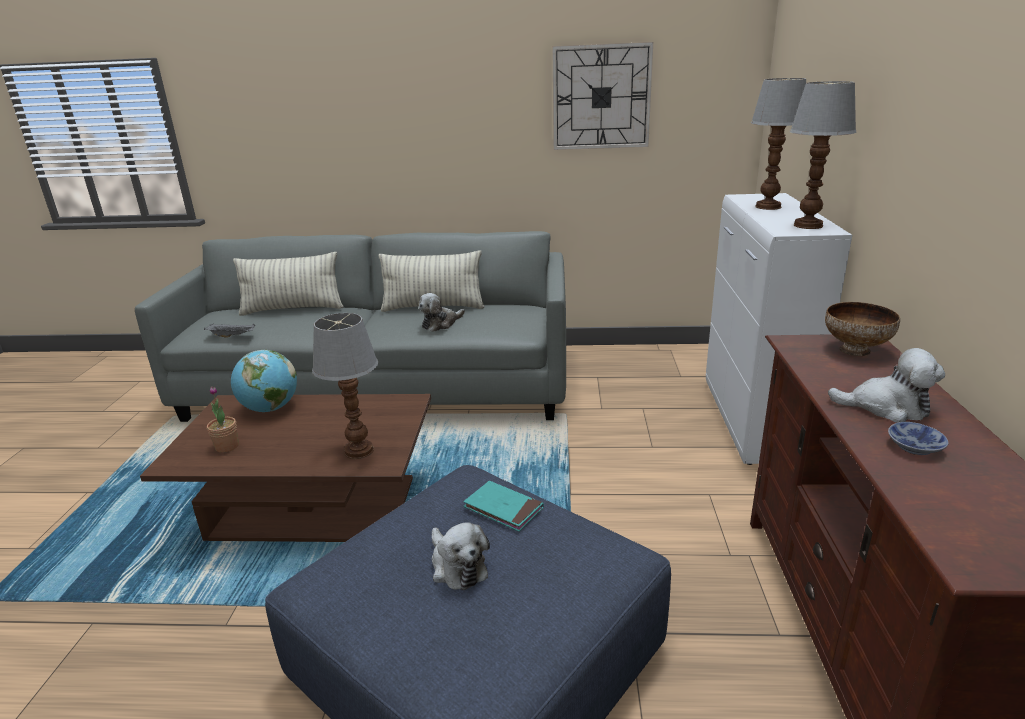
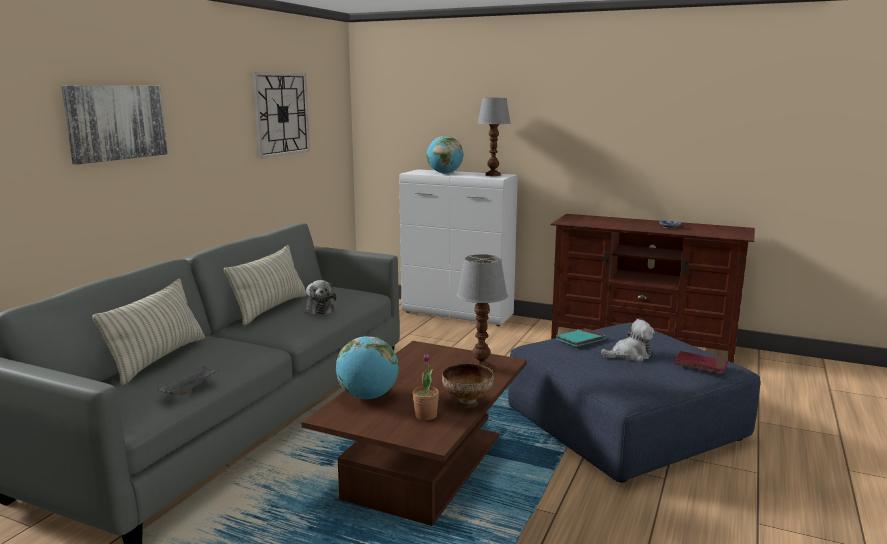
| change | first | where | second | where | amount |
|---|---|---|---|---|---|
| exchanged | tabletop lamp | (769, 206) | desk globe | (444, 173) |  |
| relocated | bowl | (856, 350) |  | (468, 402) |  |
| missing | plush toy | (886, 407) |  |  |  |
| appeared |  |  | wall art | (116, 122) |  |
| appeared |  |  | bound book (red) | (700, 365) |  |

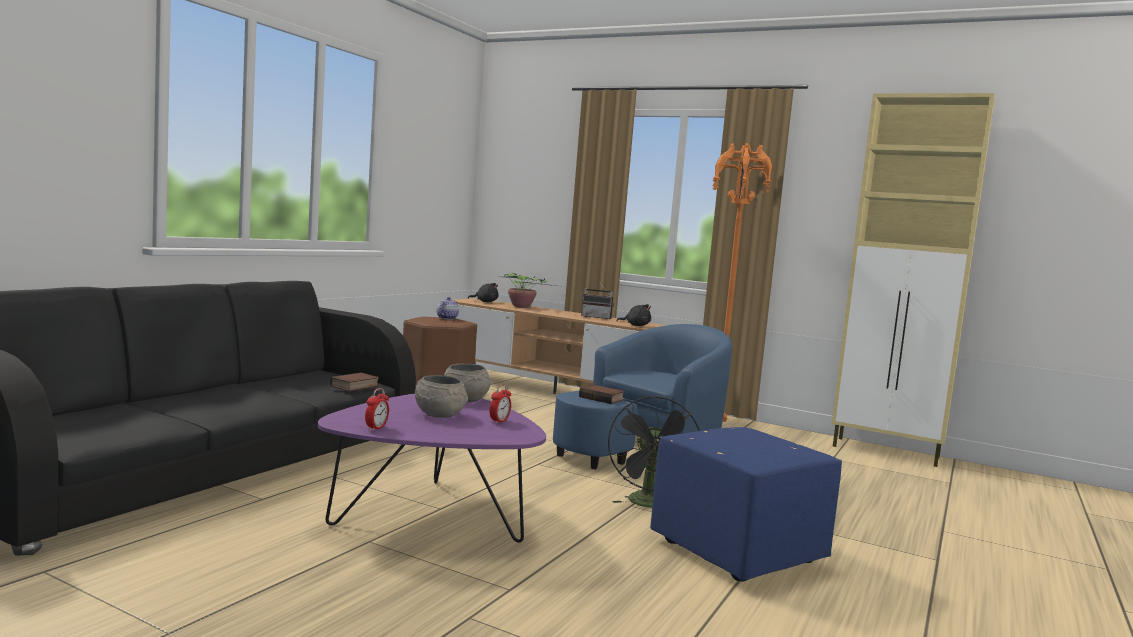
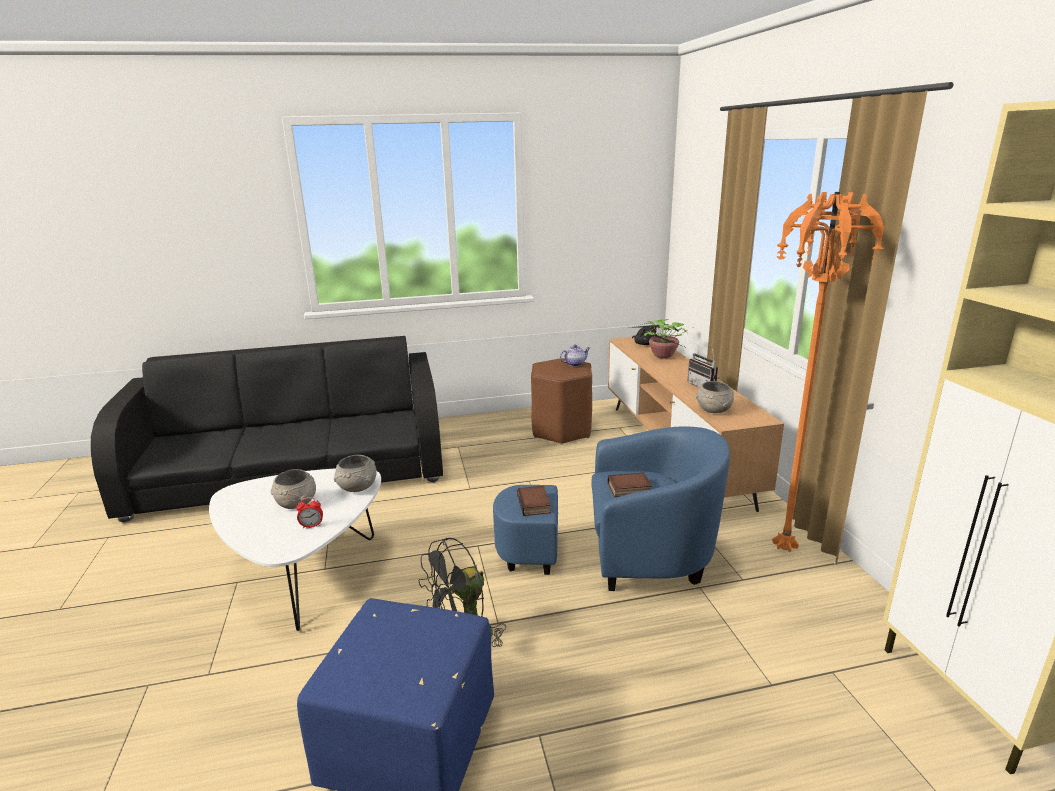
| change | first | where | second | where | amount |
|---|---|---|---|---|---|
| colour | lounge table (purple) | (433, 516) | lounge table (white-coloured) | (307, 574) |  |
| relocated | bound book | (355, 387) |  | (629, 489) |  |
| missing | bedside clock | (376, 428) |  |  |  |
| exchanged | plush toy (black) | (636, 325) | bowl (greyish) | (714, 410) |  |

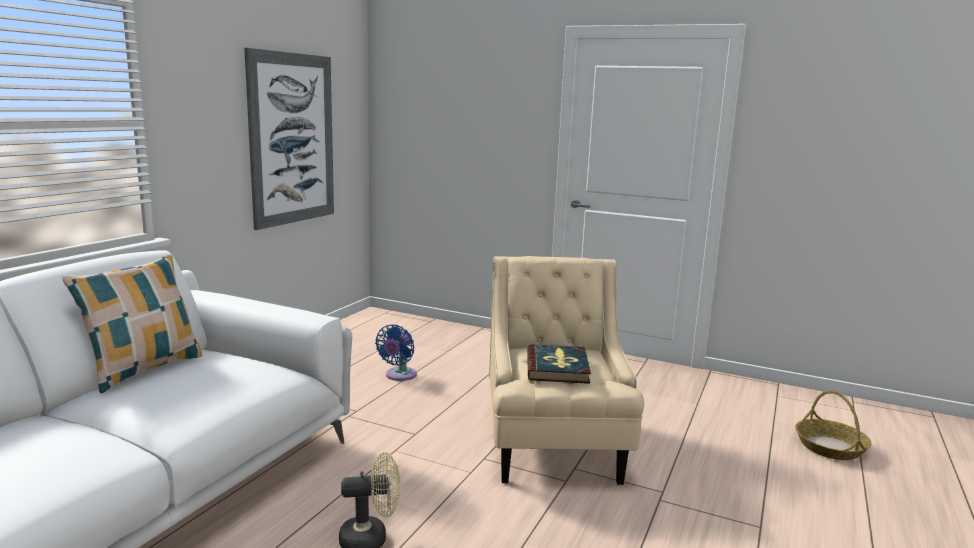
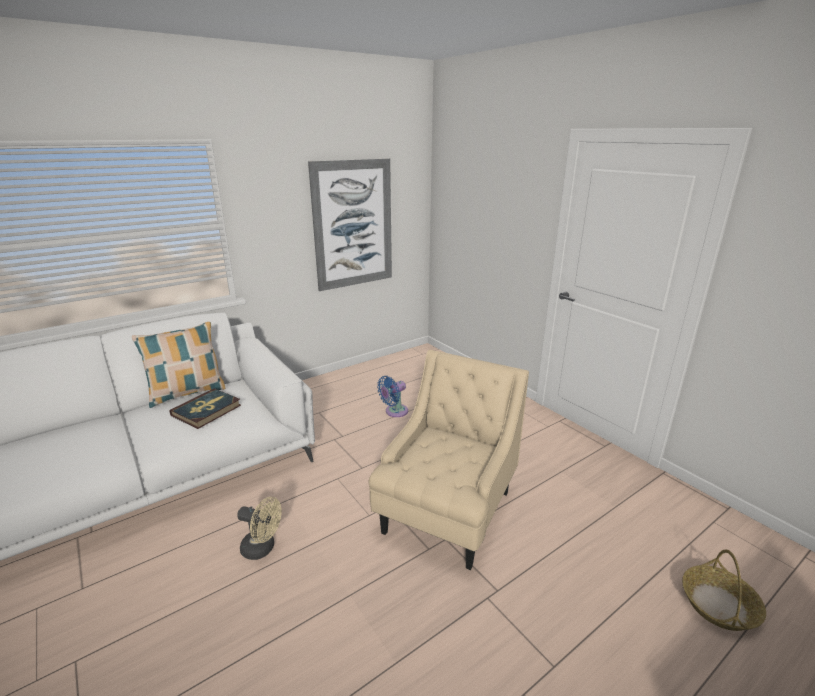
| change | first | where | second | where | amount |
|---|---|---|---|---|---|
| relocated | bound book | (558, 367) |  | (206, 410) |  |

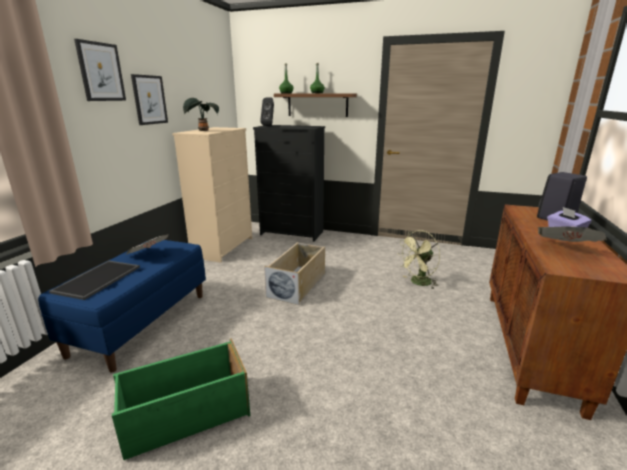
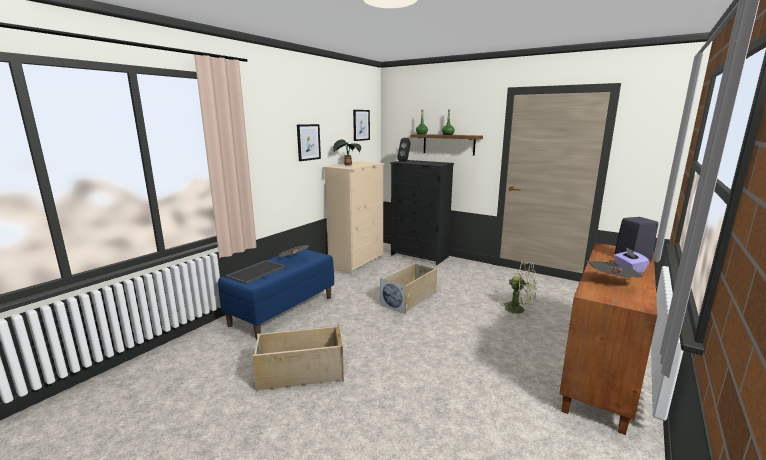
| change | first | where | second | where | amount |
|---|---|---|---|---|---|
| relocated | wall art | (101, 72) |  | (361, 125) |  |
| colour | storage container (green-coloured) | (185, 415) | storage container (beige-coloured) | (300, 373) |  |
| spun | cooling fan (green-coloured) | (418, 283) |  | (519, 310) | 135 degrees counterclockwise |

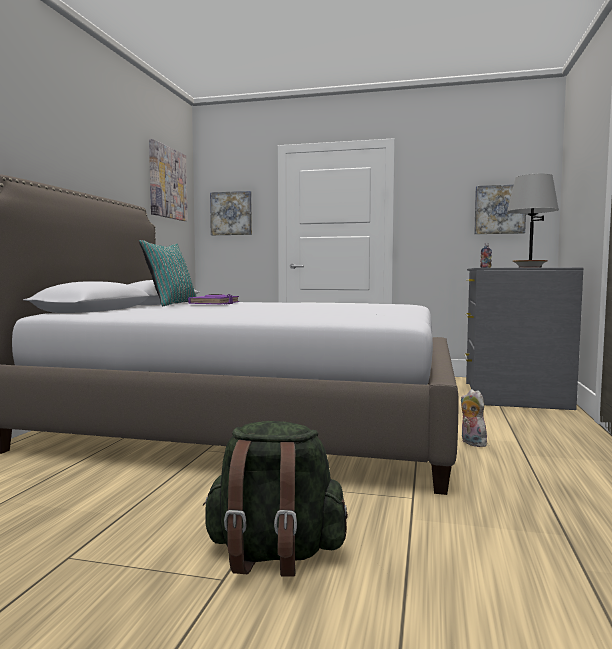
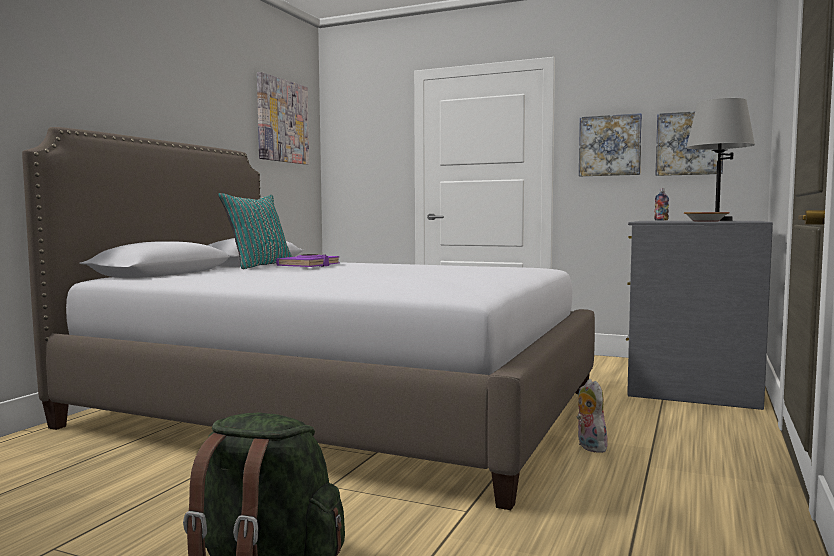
| change | first | where | second | where | amount |
|---|---|---|---|---|---|
| relocated | wall art | (231, 213) |  | (610, 145) |  |

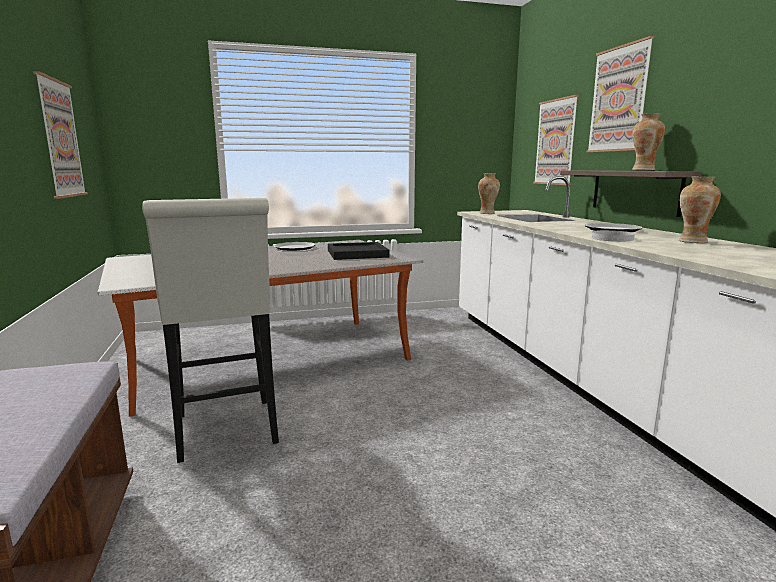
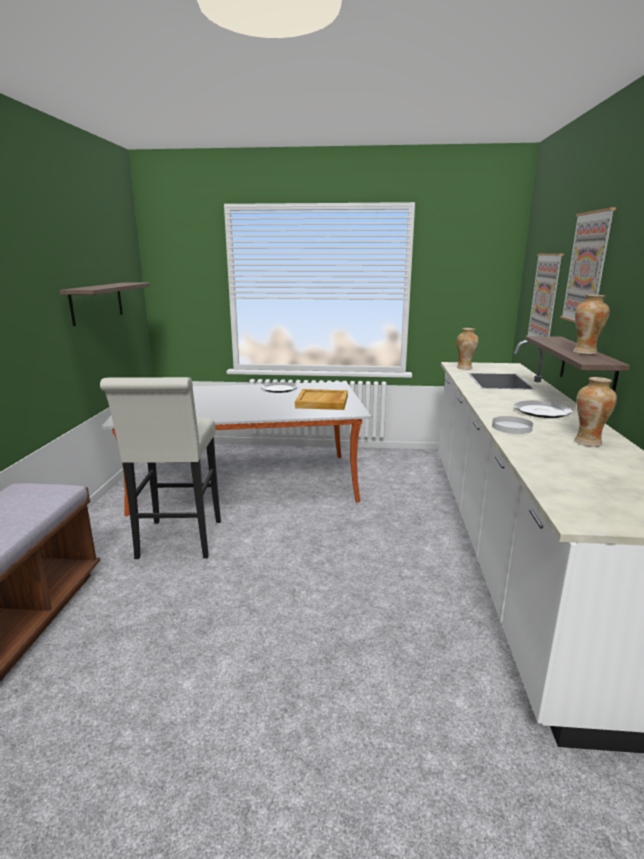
| change | first | where | second | where | amount |
|---|---|---|---|---|---|
| exchanged | wall art | (60, 139) | wall shelf | (97, 302) |  |
| colour | serving tray (black) | (358, 254) | serving tray (beige-coloured) | (322, 402) |  |

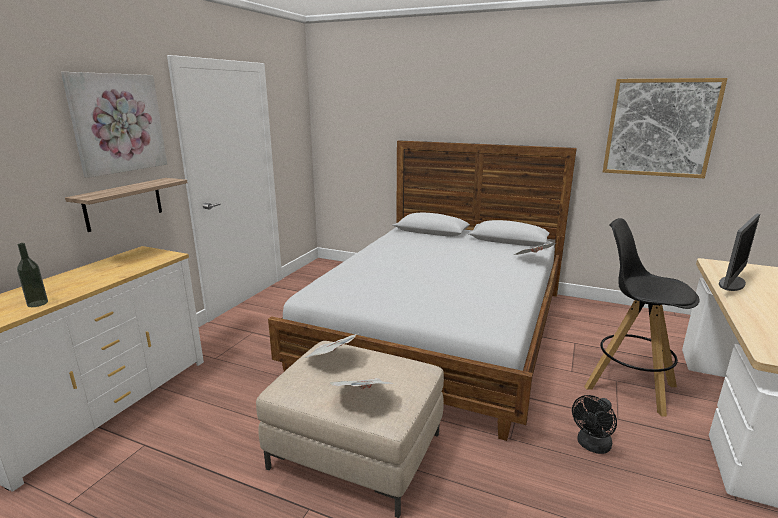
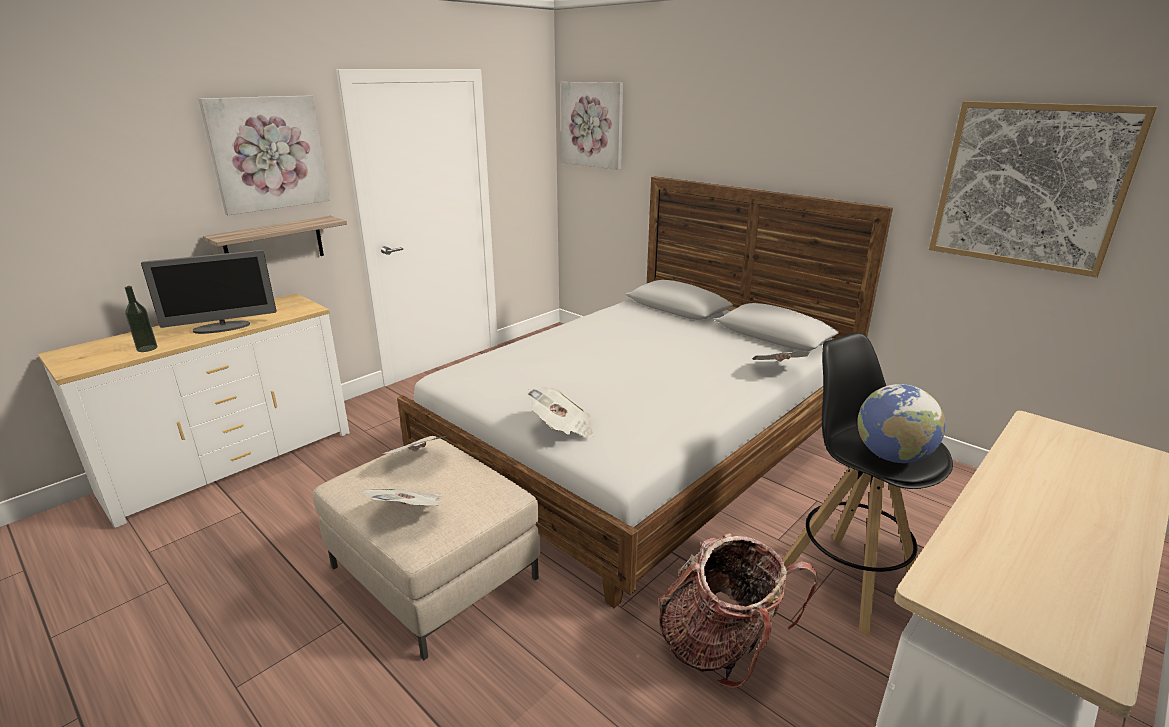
| change | first | where | second | where | amount |
|---|---|---|---|---|---|
| exchanged | cooling fan (black) | (591, 446) | knapsack | (721, 646) |  |
| relocated | computer screen | (732, 283) |  | (222, 327) |  |
| appeared |  |  | daily paper | (562, 428) |  |
| appeared |  |  | wall art | (592, 125) |  |
| appeared |  |  | desk globe | (892, 457) |  |

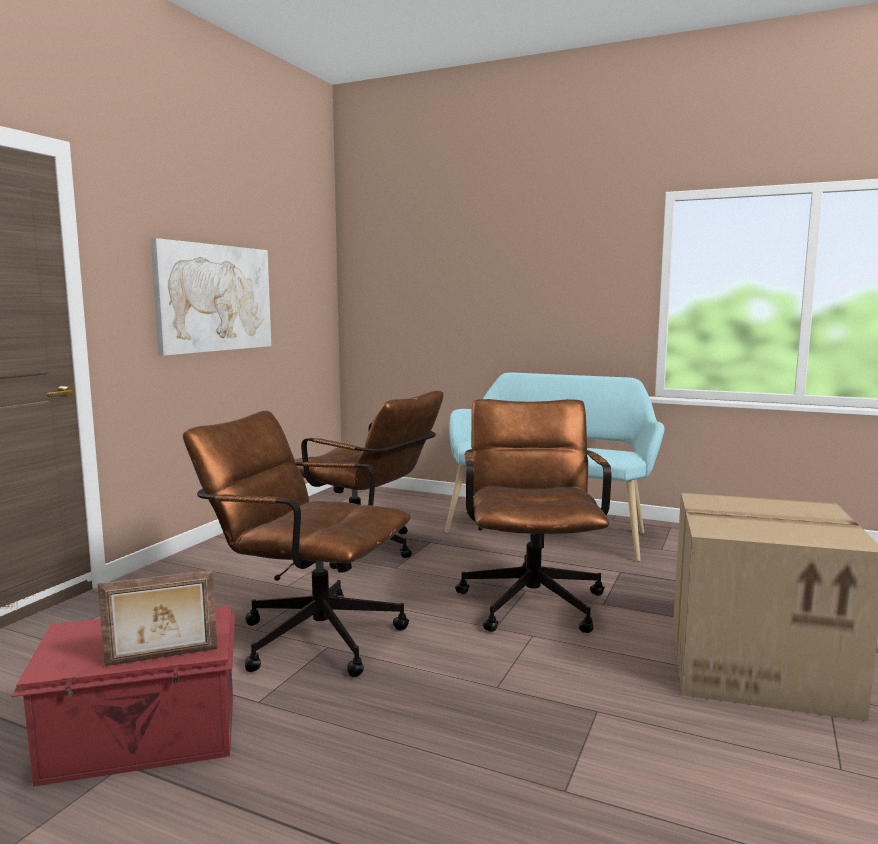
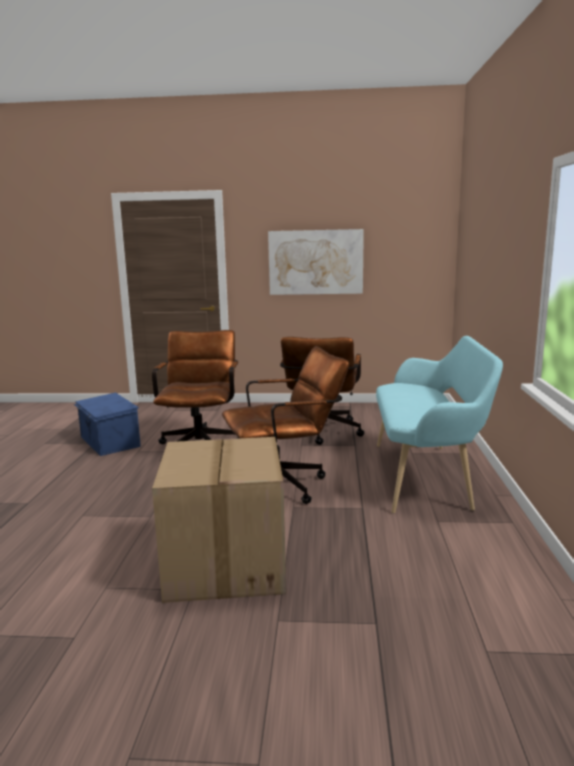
| change | first | where | second | where | amount |
|---|---|---|---|---|---|
| colour | storage container (red) | (144, 739) | storage container (blue) | (109, 442) |  |
| missing | photo frame | (162, 657) |  |  |  |

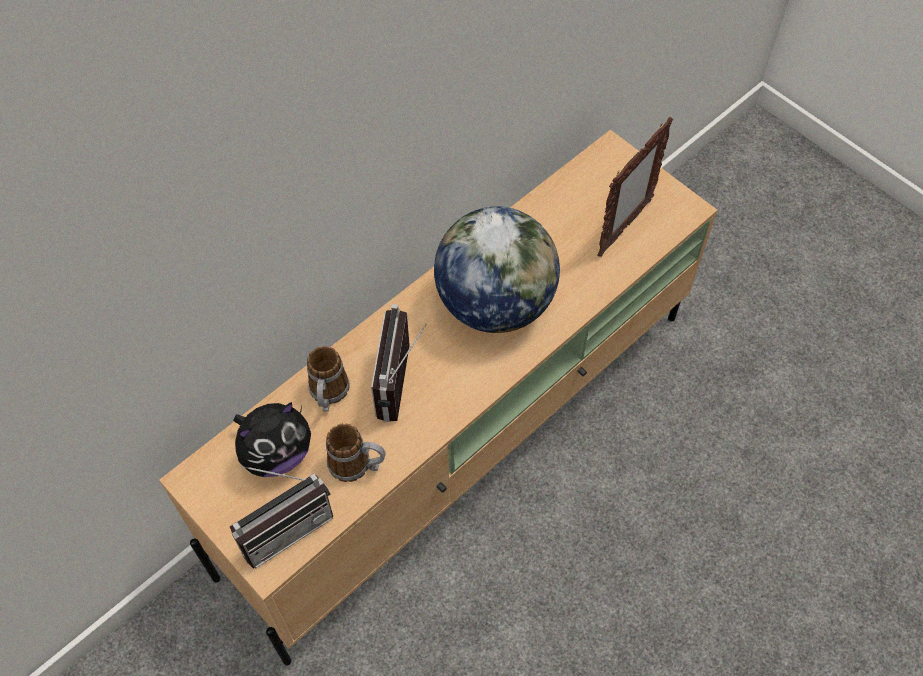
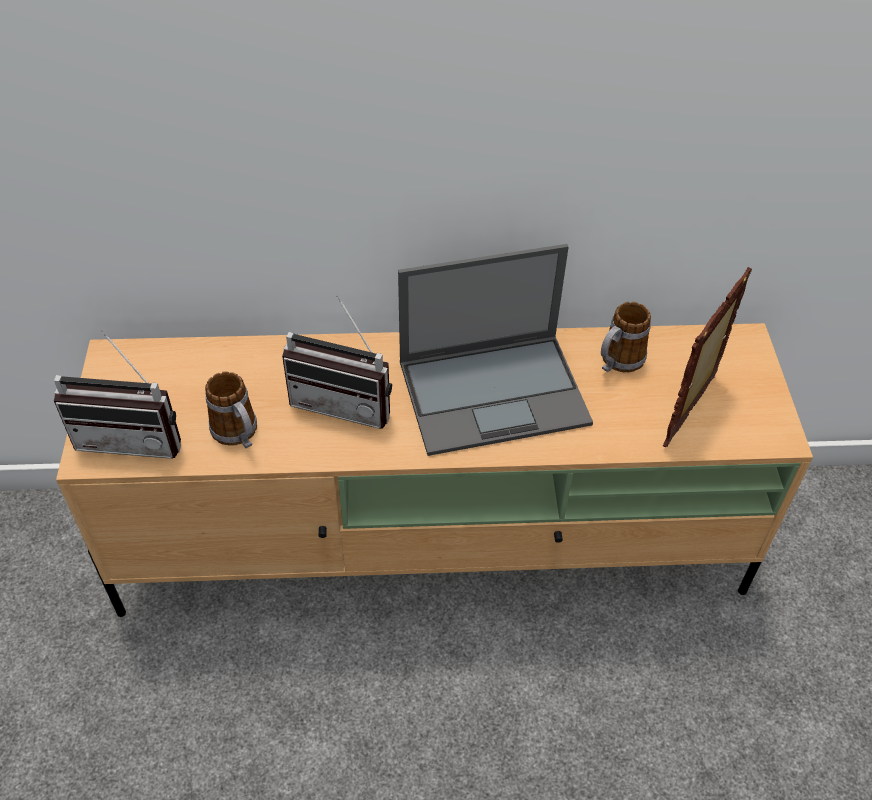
| change | first | where | second | where | amount |
|---|---|---|---|---|---|
| missing | plush toy | (276, 453) |  |  |  |
| relocated | mug | (328, 395) |  | (617, 362) |  |
| spun | radio receiver | (404, 385) |  | (345, 402) | 120 degrees counterclockwise |
| exchanged | desk globe | (495, 303) | portable computer | (495, 392) |  |
| spun | photo frame | (624, 228) |  | (691, 411) | 135 degrees clockwise |

